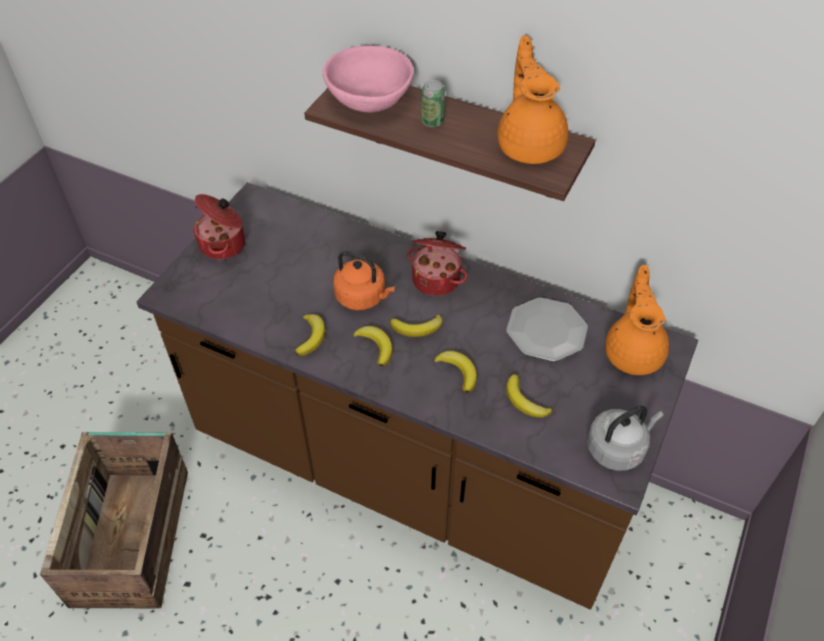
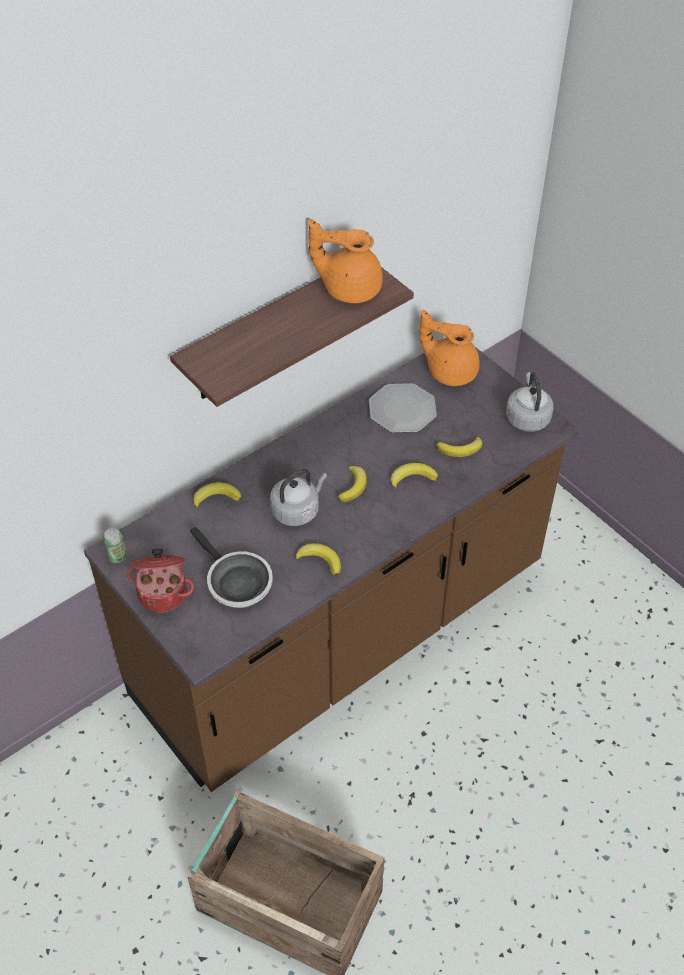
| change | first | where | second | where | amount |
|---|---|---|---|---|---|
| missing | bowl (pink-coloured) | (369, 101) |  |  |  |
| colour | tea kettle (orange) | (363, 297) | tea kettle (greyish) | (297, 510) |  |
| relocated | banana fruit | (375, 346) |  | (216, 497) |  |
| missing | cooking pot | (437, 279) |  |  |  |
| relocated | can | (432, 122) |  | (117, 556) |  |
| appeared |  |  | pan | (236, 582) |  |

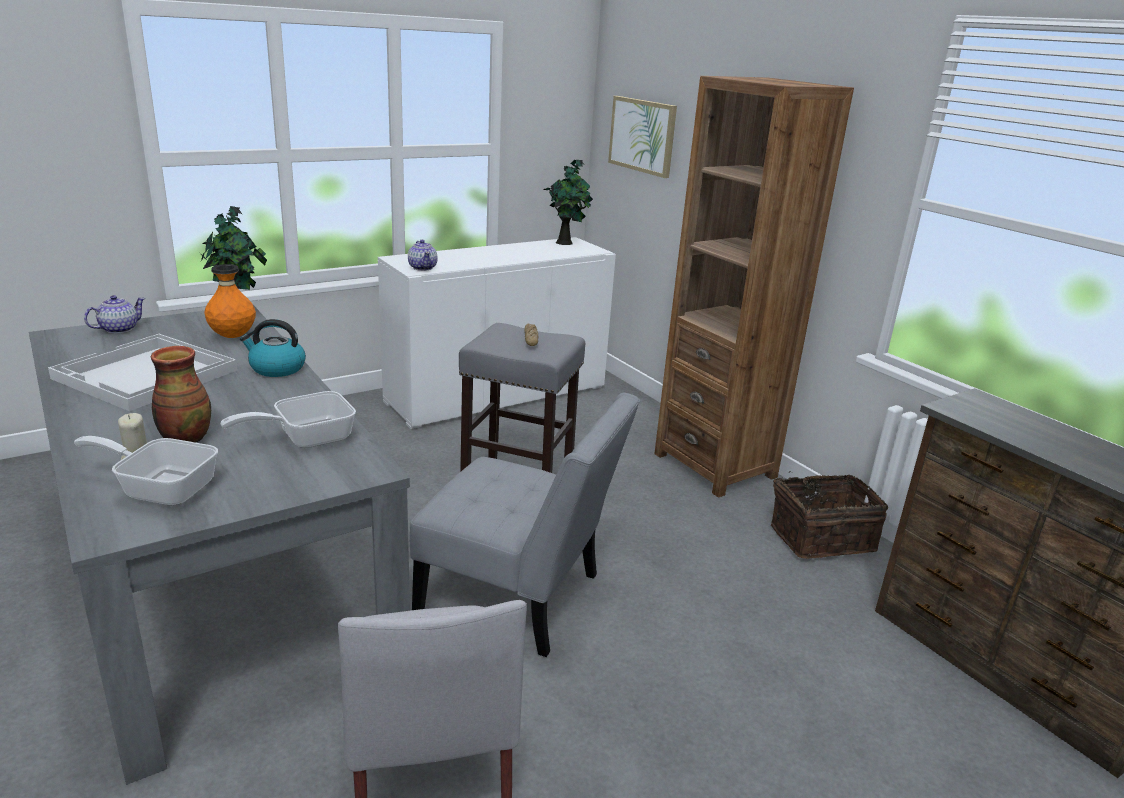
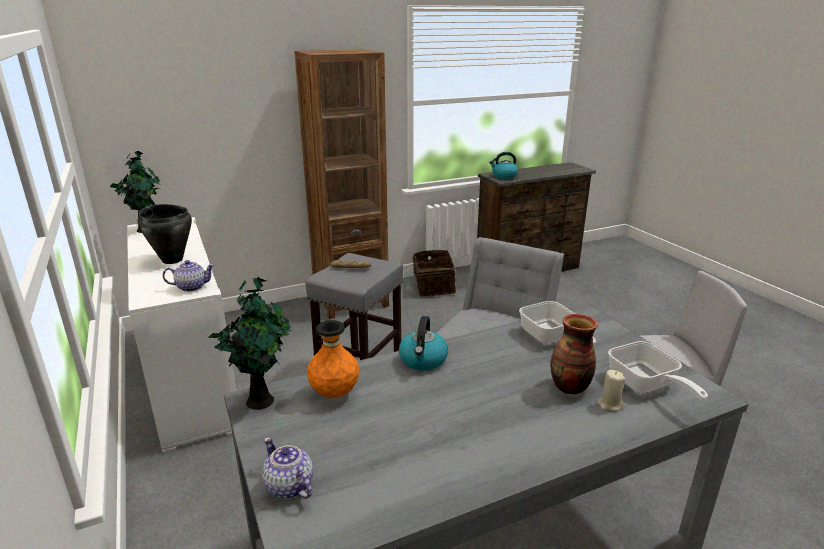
| change | first | where | second | where | amount |
|---|---|---|---|---|---|
| missing | serving tray (white-coloured) | (146, 375) |  |  |  |
| spun | pan | (161, 488) |  | (645, 385) | 45 degrees counterclockwise |
| missing | wall art | (642, 135) |  |  |  |
| appeared |  |  | cooking pot (black) | (172, 260) |  |
| appeared |  |  | tea kettle | (504, 176) |  |

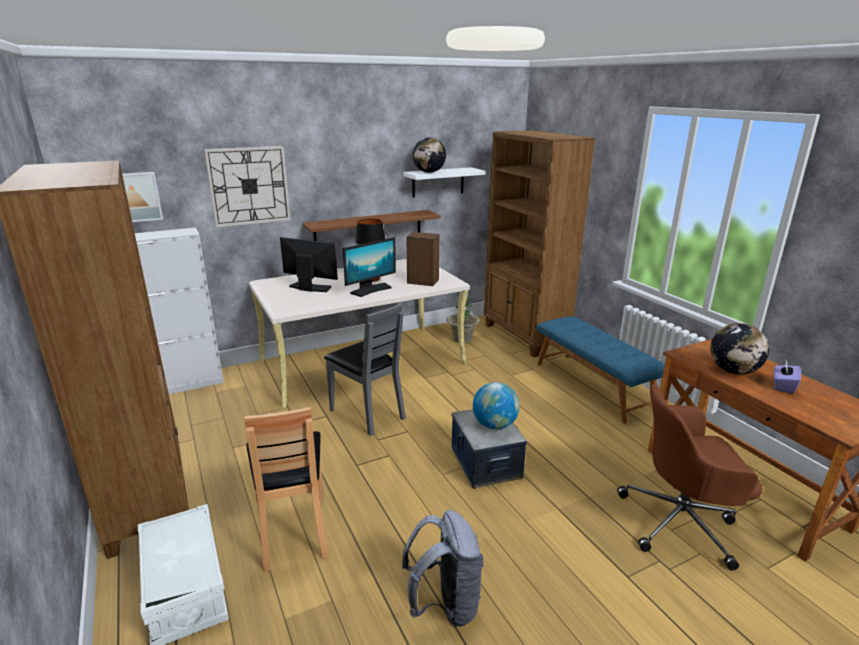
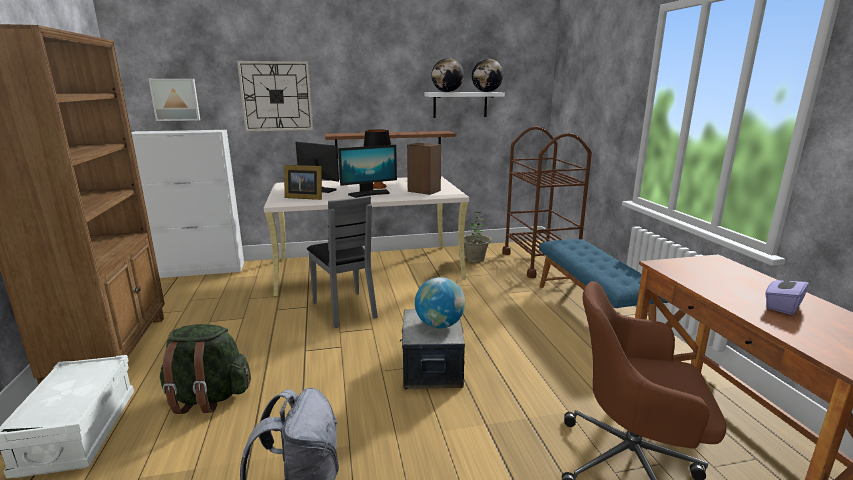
| change | first | where | second | where | amount |
|---|---|---|---|---|---|
| exchanged | plain chair (brown-coloured) | (293, 530) | knapsack (green-coloured) | (207, 398) |  |
| exchanged | bookcase (brown-coloured) | (524, 336) | wheeled cart (brown-coloured) | (539, 262) |  |
| relocated | desk globe | (733, 371) |  | (486, 92) |  |
| appeared |  |  | photo frame | (304, 197) |  |

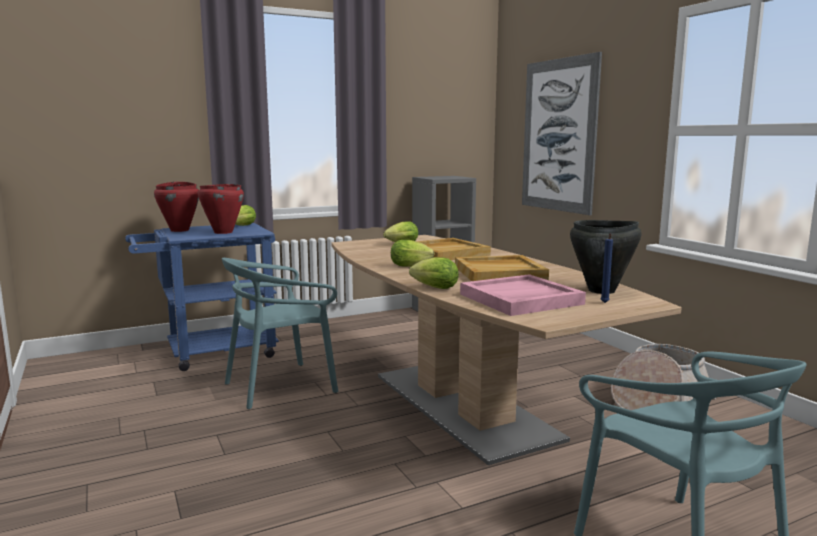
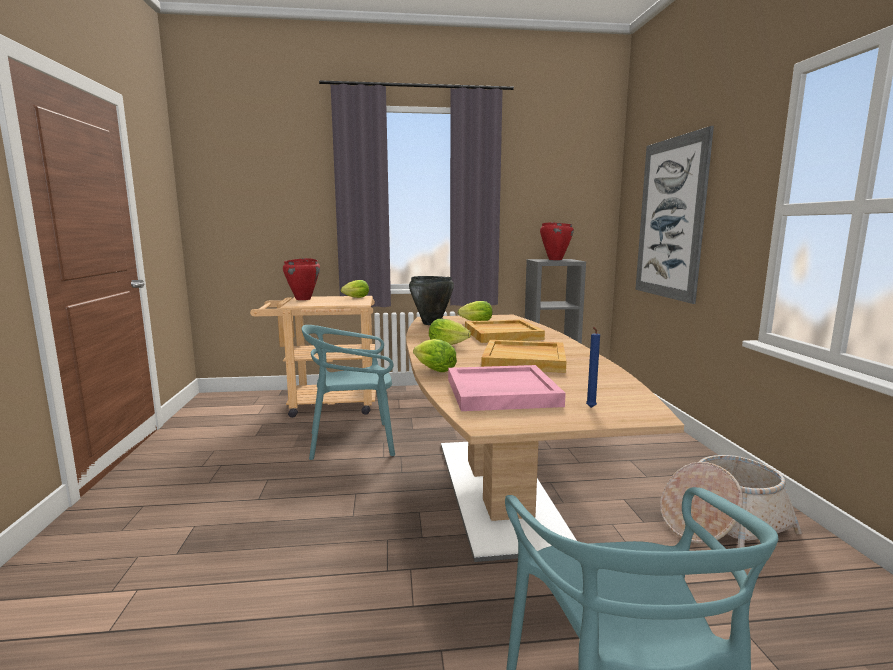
| change | first | where | second | where | amount |
|---|---|---|---|---|---|
| colour | wheeled cart (blue) | (211, 353) | wheeled cart (beige-coloured) | (324, 405) |  |
| relocated | cooking pot (red) | (223, 232) |  | (555, 259) |  |
| relocated | cooking pot (black) | (602, 291) |  | (431, 323) |  |

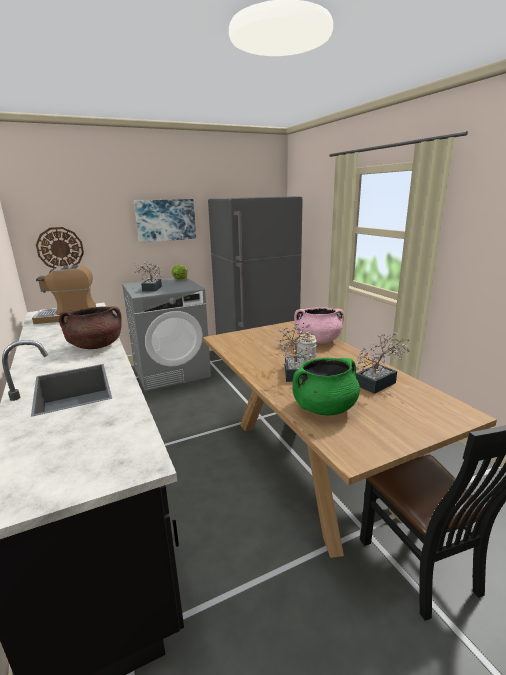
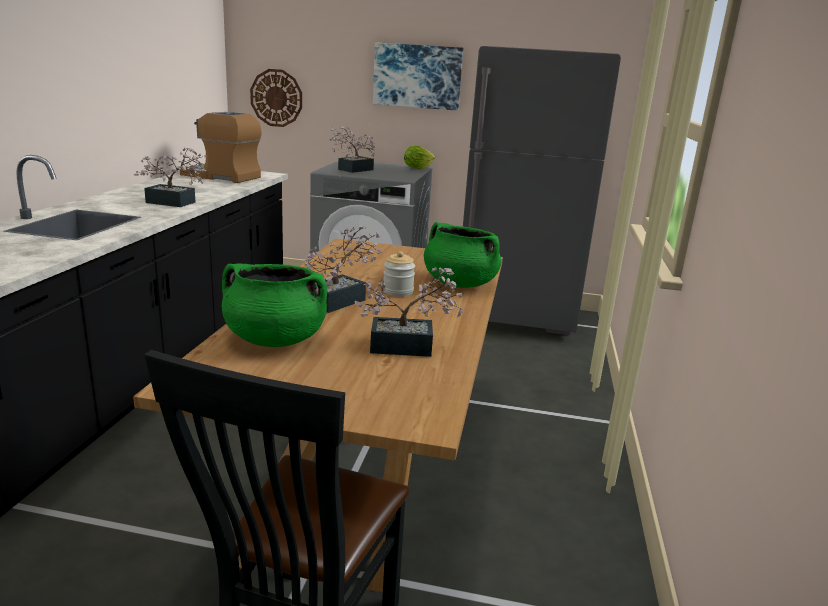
| change | first | where | second | where | amount |
|---|---|---|---|---|---|
| exchanged | cooking pot (brown-coloured) | (96, 346) | plant in a pot | (175, 203) |  |
| colour | cooking pot (pink-coloured) | (318, 341) | cooking pot (green-coloured) | (459, 283) |  |

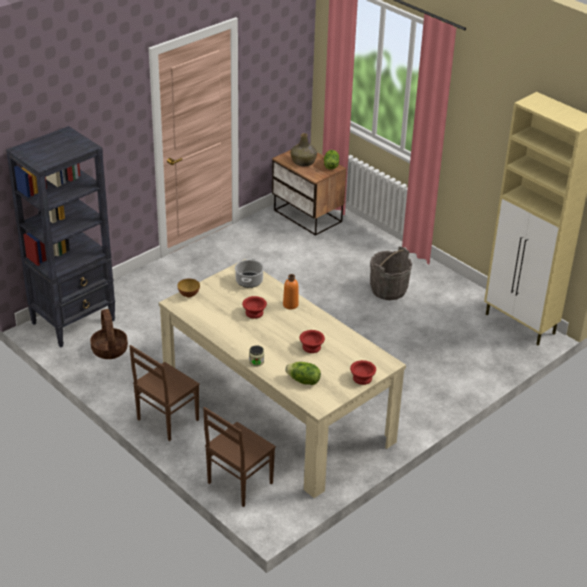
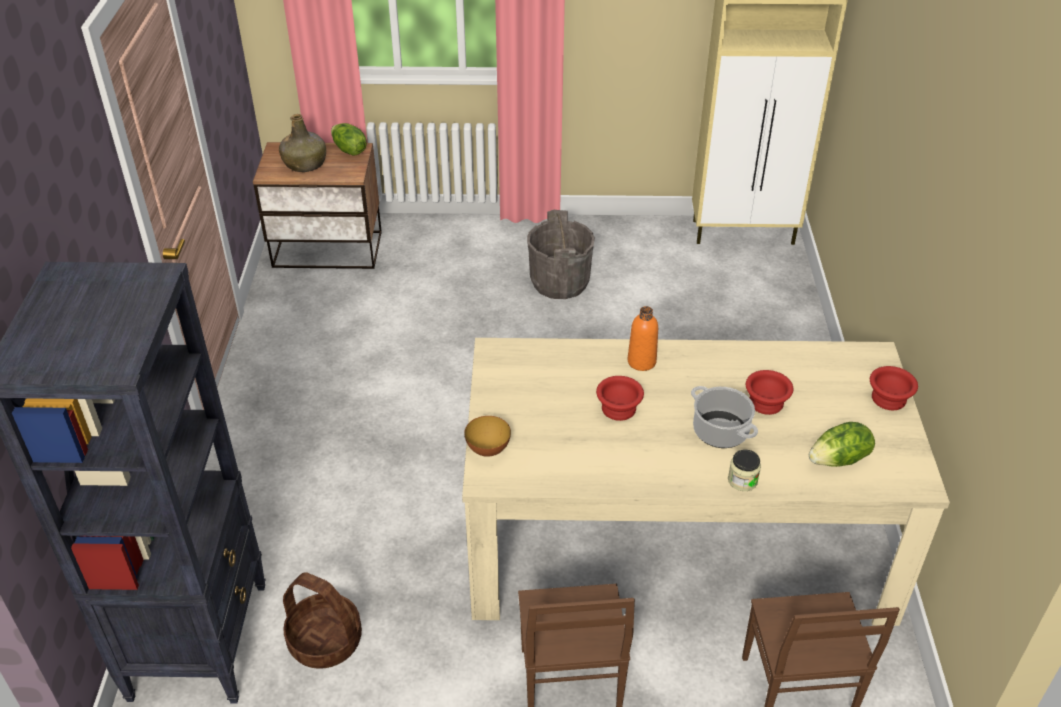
| change | first | where | second | where | amount |
|---|---|---|---|---|---|
| relocated | cooking pot | (249, 281) |  | (721, 431) |  |

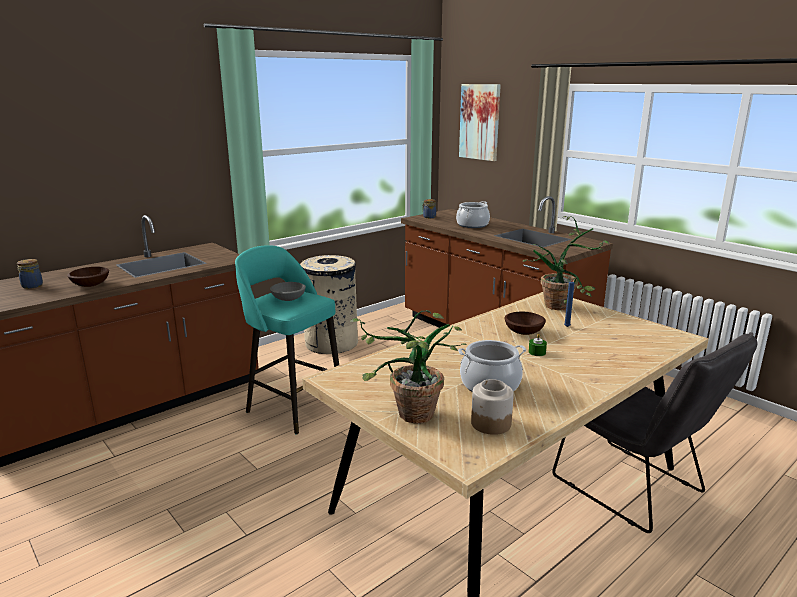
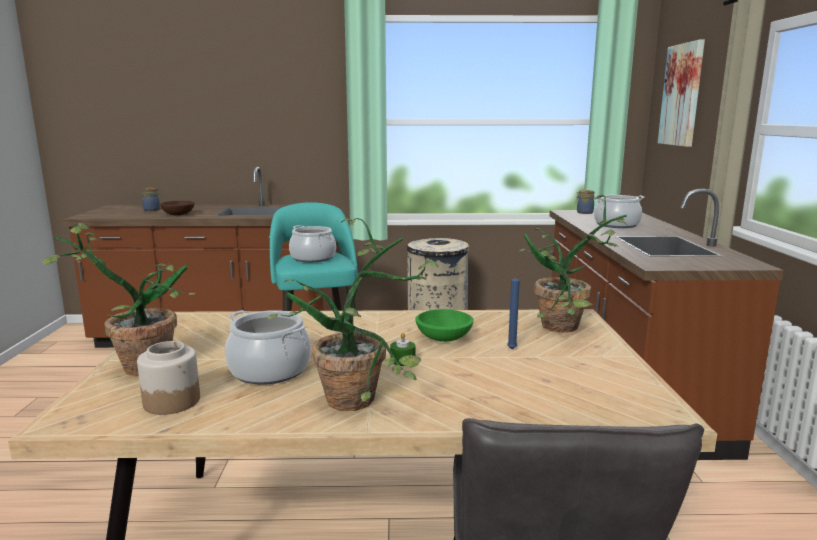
| change | first | where | second | where | amount |
|---|---|---|---|---|---|
| exchanged | bowl (greyish) | (289, 299) | cooking pot | (313, 258) |  |
| colour | bowl (brown-coloured) | (524, 332) | bowl (green-coloured) | (445, 338) |  |
| appeared |  |  | plant in a pot | (364, 398) |  |

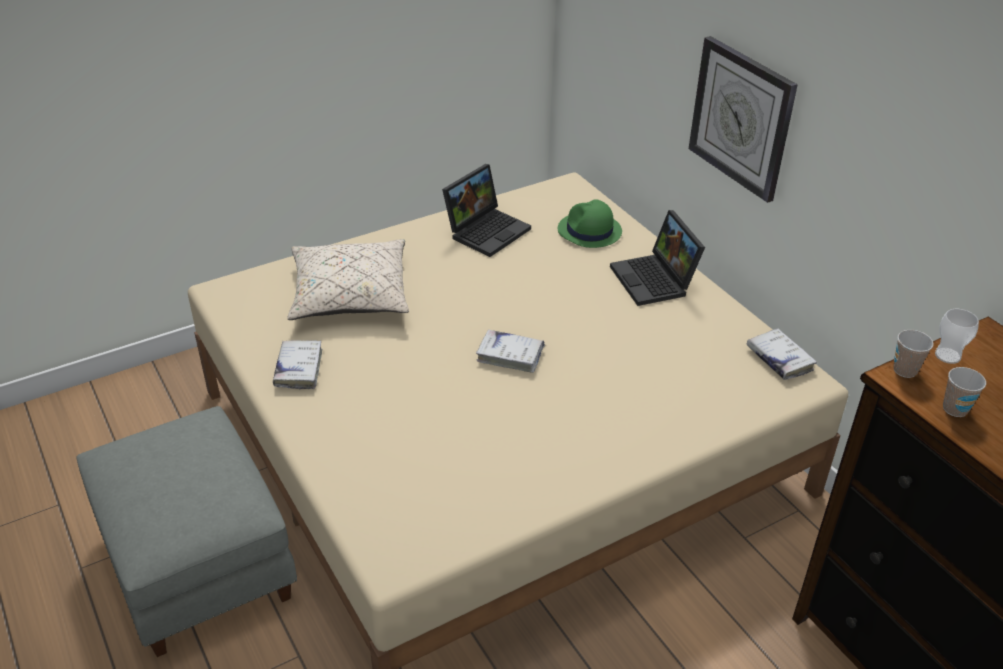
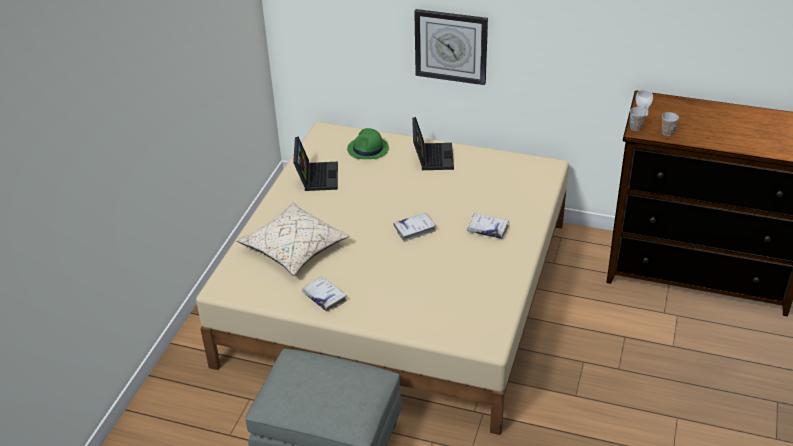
| change | first | where | second | where | amount |
|---|---|---|---|---|---|
| spun | portable computer | (655, 281) |  | (431, 156) | 120 degrees counterclockwise |
| relocated | bound book (white-coloured) | (779, 359) |  | (487, 229) |  |

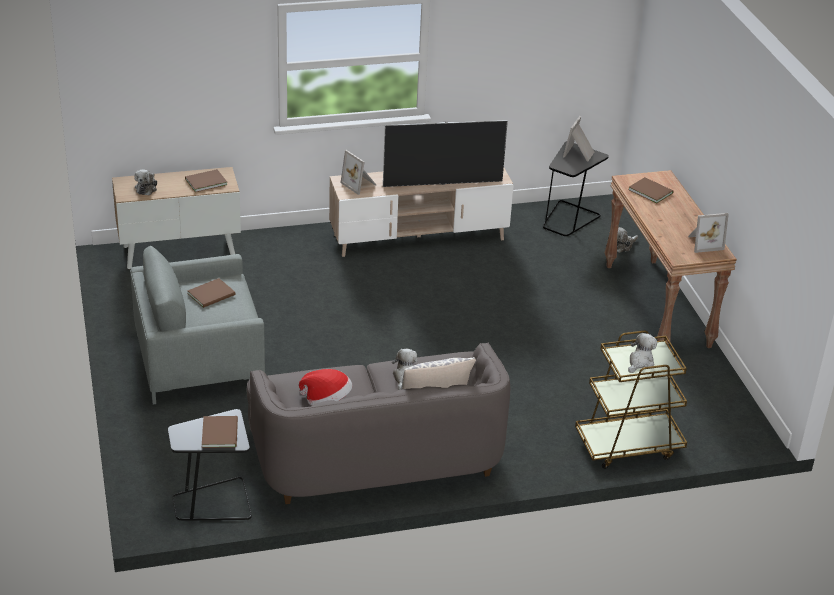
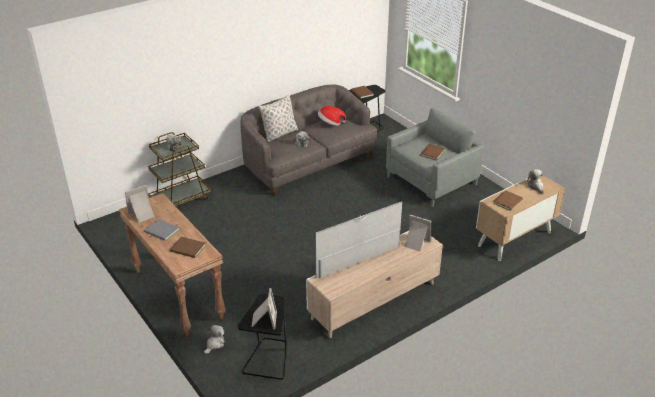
| change | first | where | second | where | amount |
|---|---|---|---|---|---|
| appeared |  |  | bound book (greyish) | (162, 231) |  |

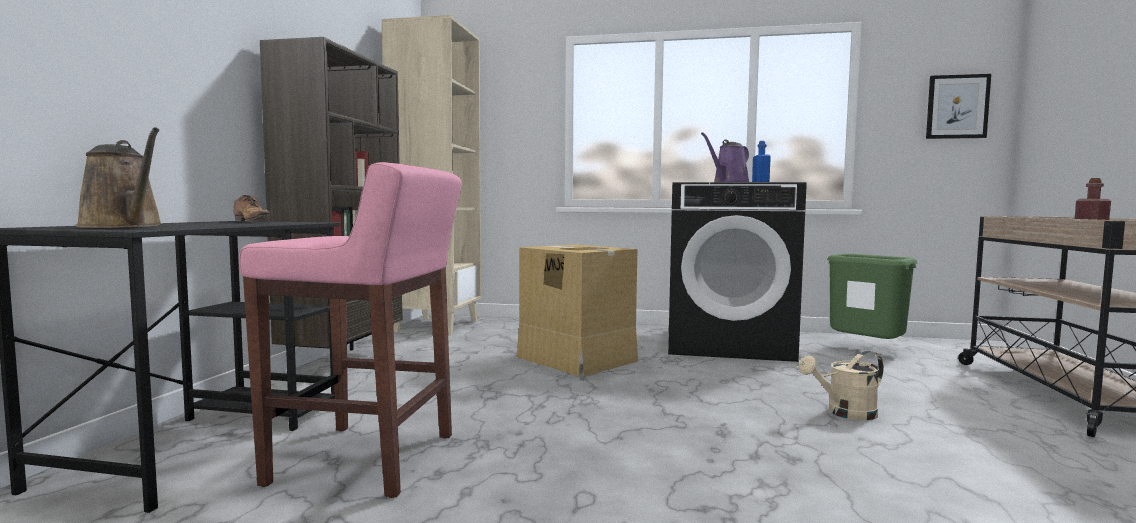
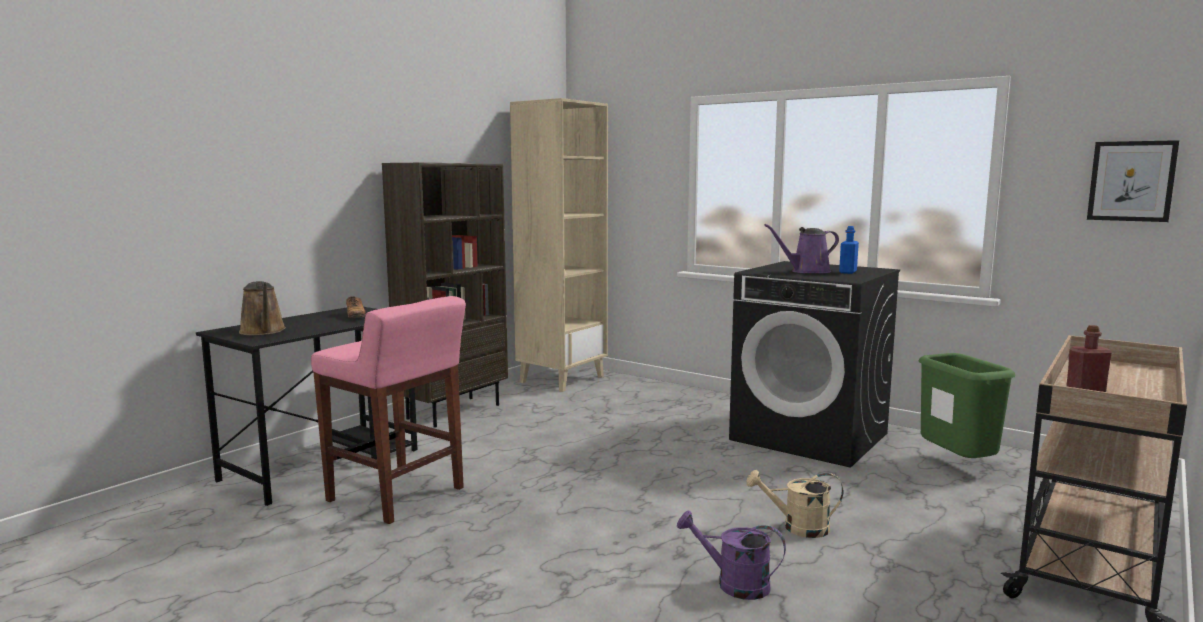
| change | first | where | second | where | amount |
|---|---|---|---|---|---|
| missing | packing box | (576, 359) |  |  |  |
| appeared |  |  | watering can (purple) | (733, 584) |  |

